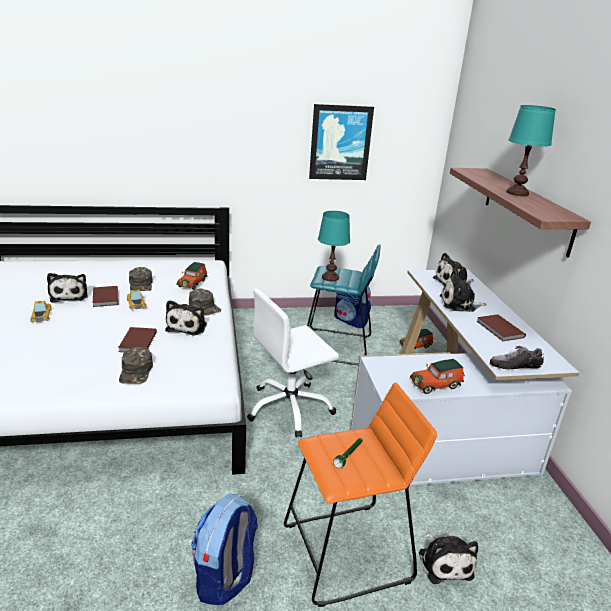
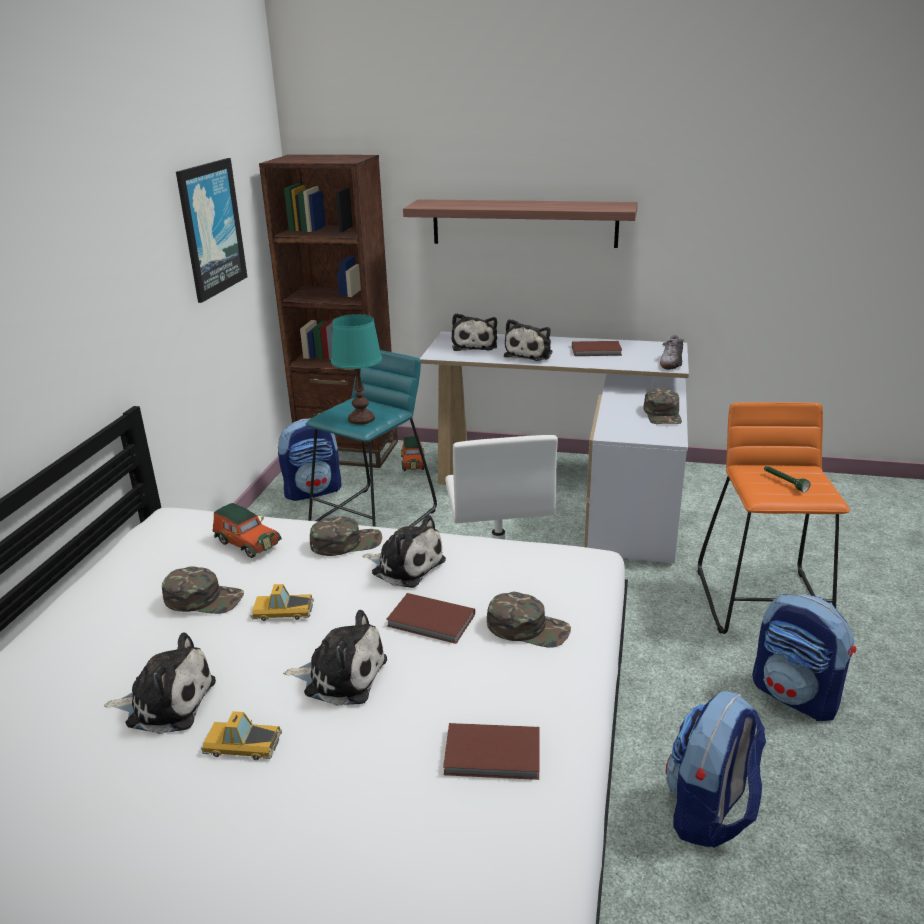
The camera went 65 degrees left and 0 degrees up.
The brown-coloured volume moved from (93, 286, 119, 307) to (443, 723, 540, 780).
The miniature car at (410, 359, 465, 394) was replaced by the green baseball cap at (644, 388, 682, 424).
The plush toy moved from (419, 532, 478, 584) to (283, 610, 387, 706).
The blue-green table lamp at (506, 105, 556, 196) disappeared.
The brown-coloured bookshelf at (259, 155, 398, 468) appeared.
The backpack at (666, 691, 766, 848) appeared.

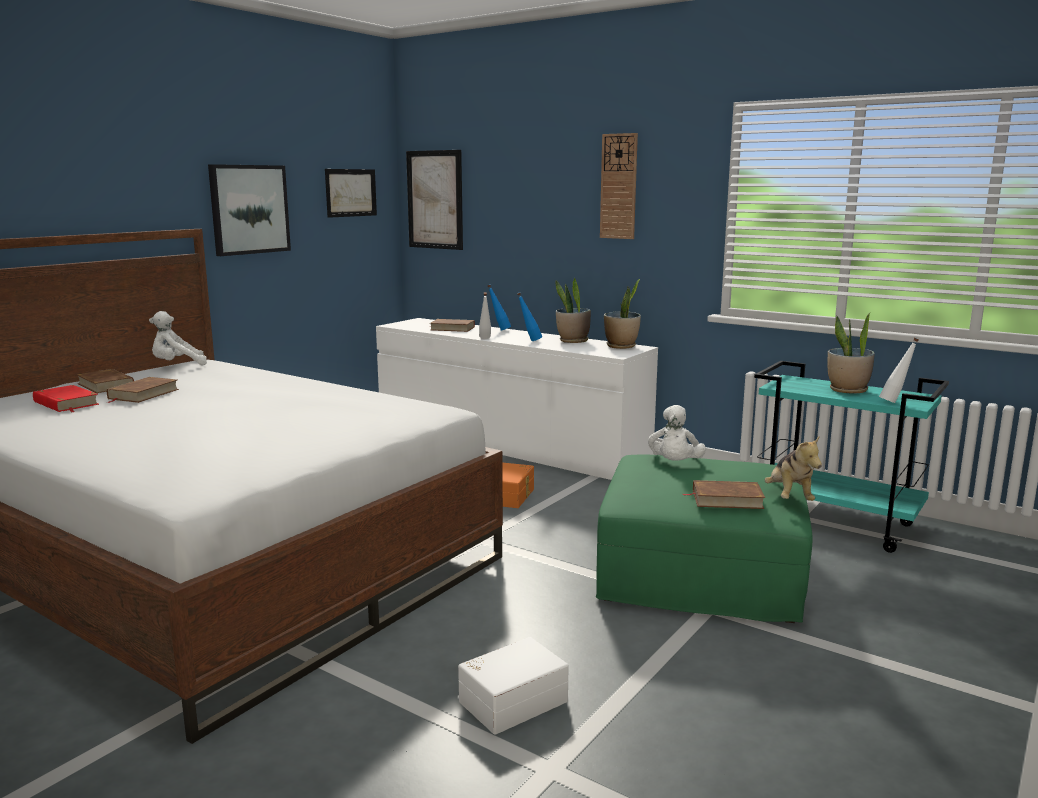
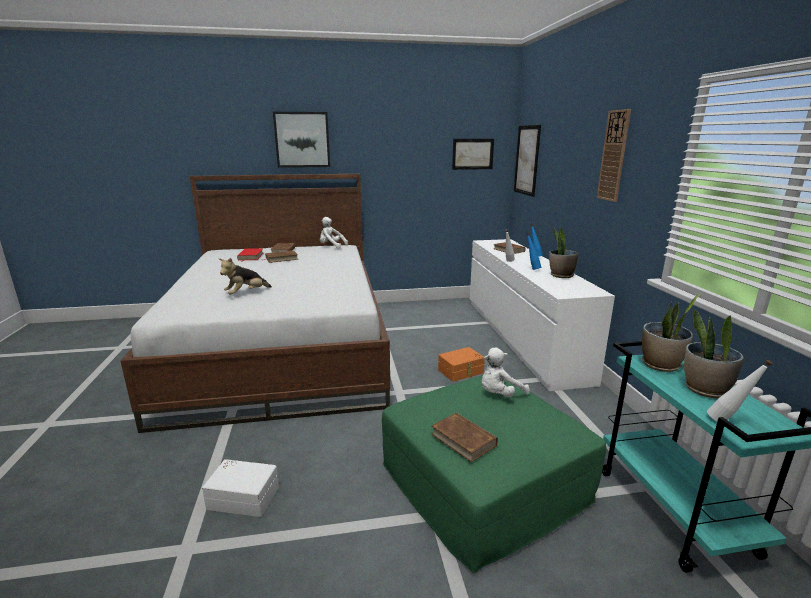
The camera went 45 degrees right and 5 degrees up.
The wall art moved from (208, 164, 291, 256) to (273, 112, 330, 168).
The houseplant moved from (604, 279, 641, 349) to (642, 294, 701, 372).
The plush toy moved from (765, 435, 822, 501) to (218, 258, 272, 295).

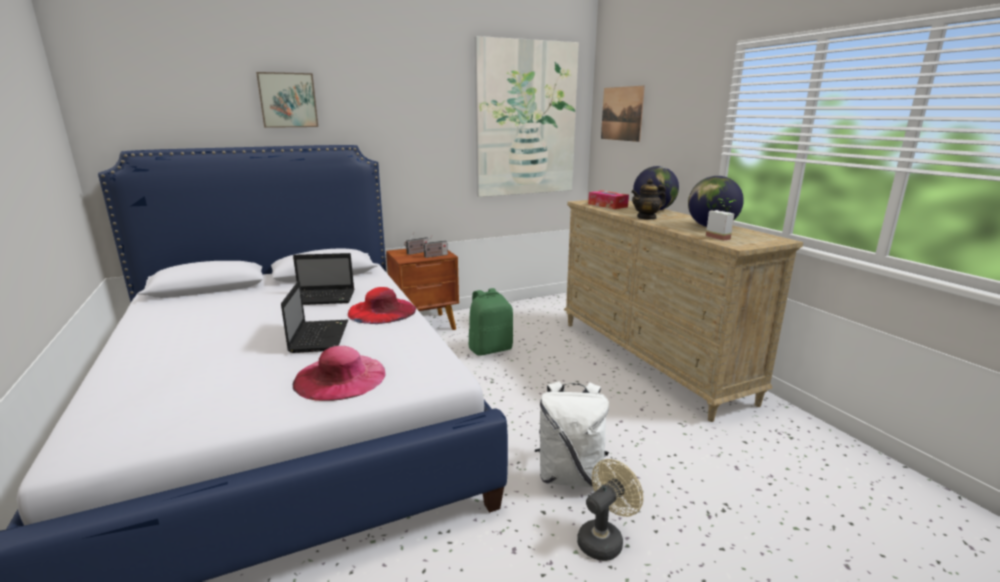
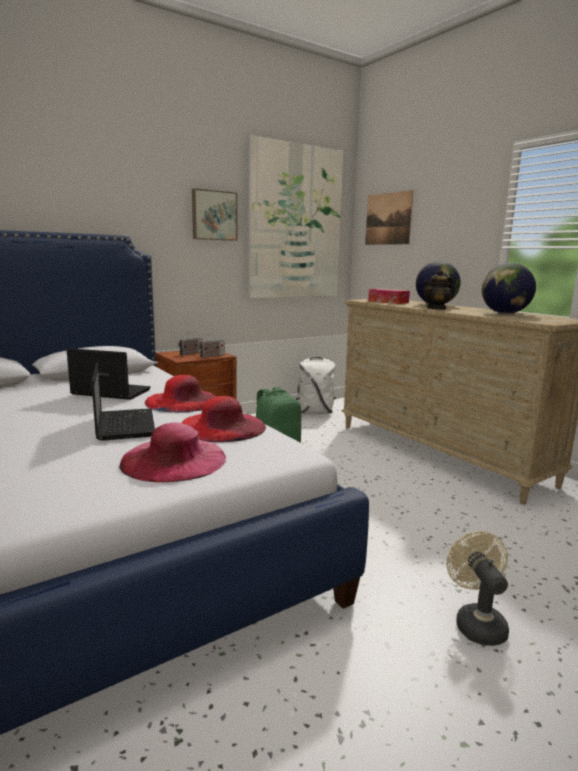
The camera went 10 degrees left and 5 degrees down.
The wall art moved from (256, 72, 318, 128) to (192, 188, 238, 241).
The portable computer at (293, 253, 354, 305) turned 150 degrees counterclockwise.
The white-coloured backpack moved from (535, 381, 609, 487) to (296, 357, 336, 414).
The beige cooling fan at (577, 459, 643, 561) turned 45 degrees counterclockwise.
The houseplant at (706, 198, 737, 241) disappeared.
The reddish hat at (182, 396, 266, 442) appeared.

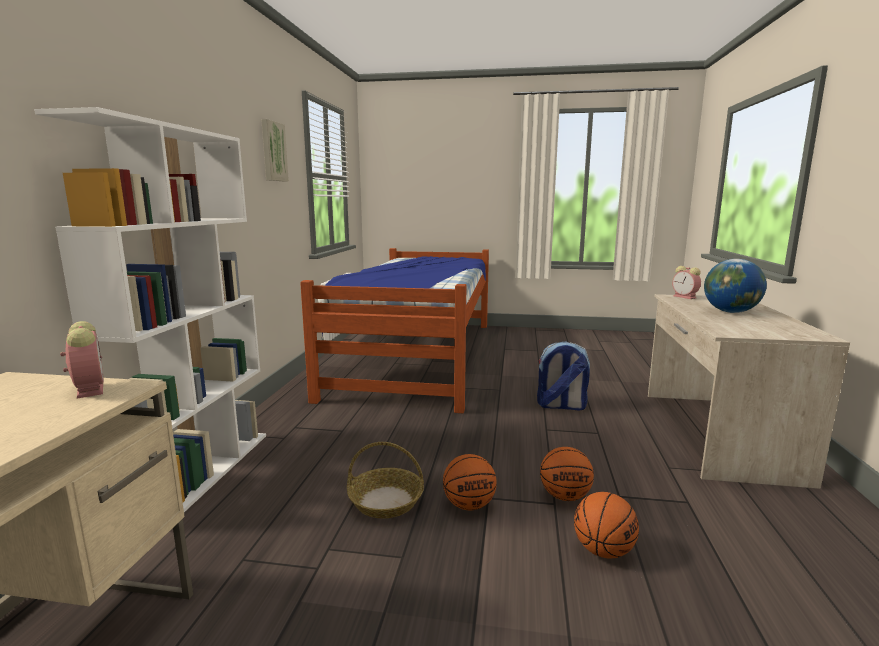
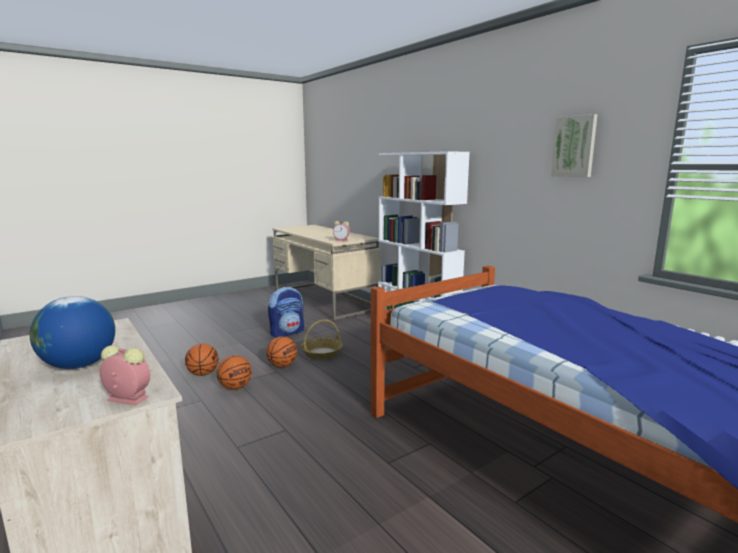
The camera went 135 degrees right and 0 degrees up.
The backpack moved from (537, 341, 590, 411) to (268, 287, 304, 337).

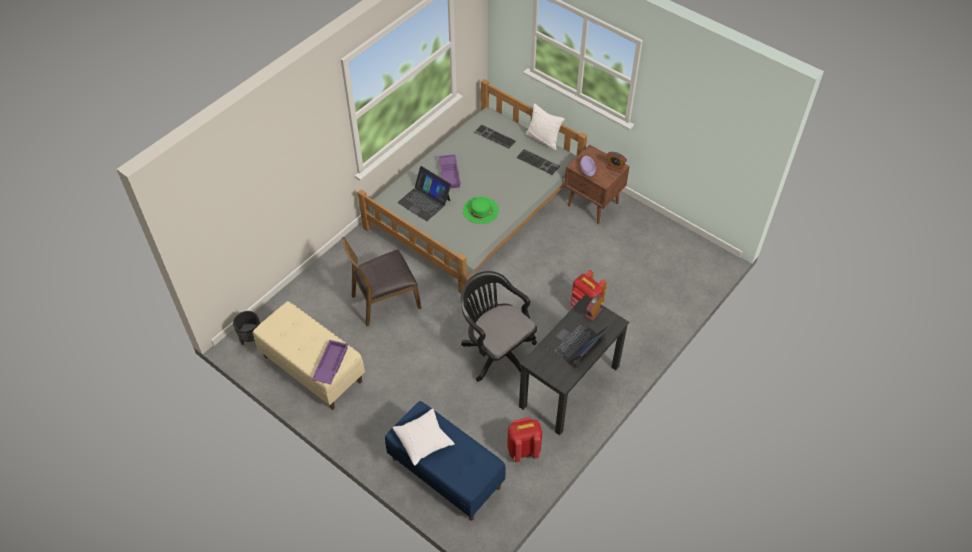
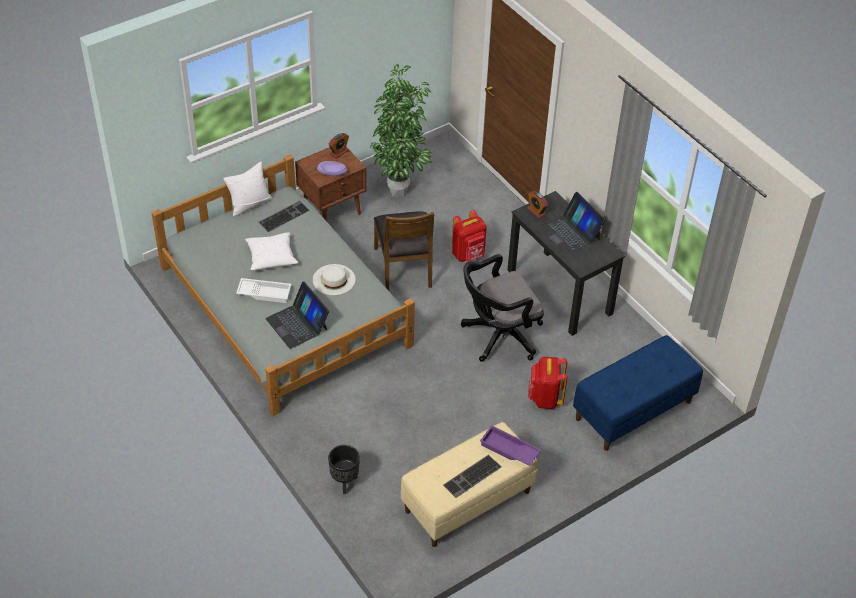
The camera went 75 degrees left and 5 degrees down.
The black planter moved from (233, 311, 260, 345) to (328, 445, 360, 494).
The brown-coloured chair moved from (342, 236, 421, 326) to (374, 212, 434, 291).
The white-coloured cushion moved from (393, 408, 455, 465) to (245, 232, 298, 270).
The portable computer at (398, 166, 451, 221) turned 90 degrees clockwise.
The purple tray at (438, 154, 461, 188) became the white-coloured tray at (236, 278, 291, 303).
The green hat at (463, 197, 499, 224) became the white-coloured hat at (313, 264, 356, 295).
The computer keyboard moved from (474, 125, 516, 149) to (443, 455, 501, 498).
The reddish backpack moved from (507, 417, 542, 462) to (528, 357, 567, 409).
The houseplant at (370, 64, 432, 197) appeared.

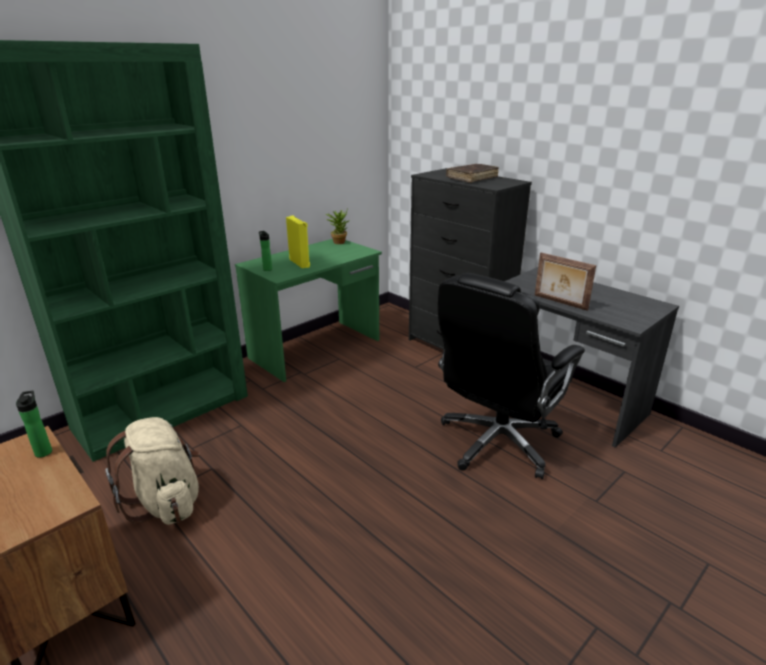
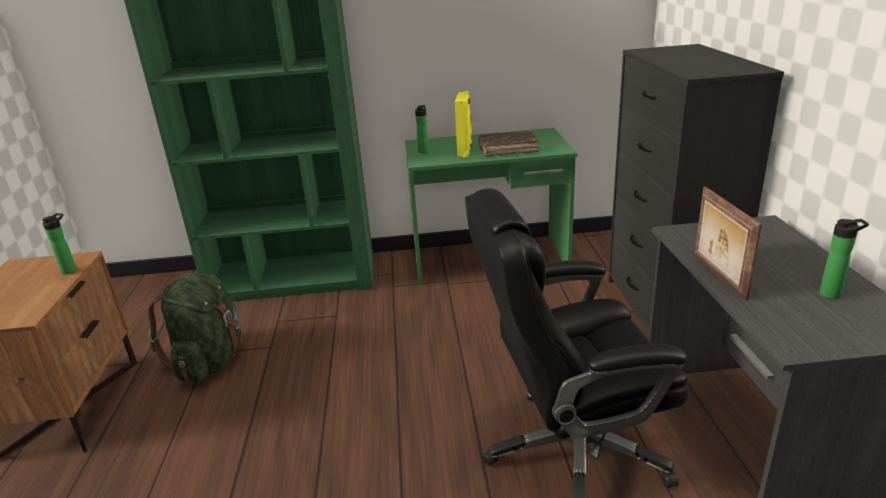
The camera went 40 degrees right and 0 degrees up.
The beige backpack at (105, 417, 200, 525) became the green backpack at (148, 272, 241, 382).
The houseplant at (326, 210, 350, 244) disappeared.
The brown-coloured volume moved from (446, 164, 499, 183) to (478, 131, 539, 156).
The drink bottle at (819, 219, 869, 299) appeared.

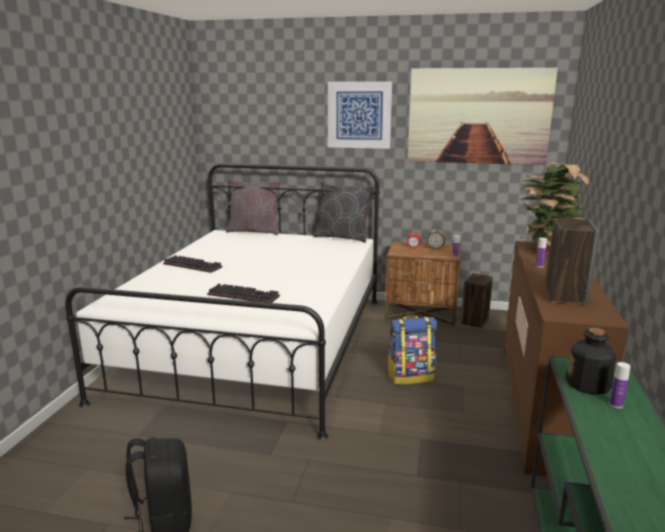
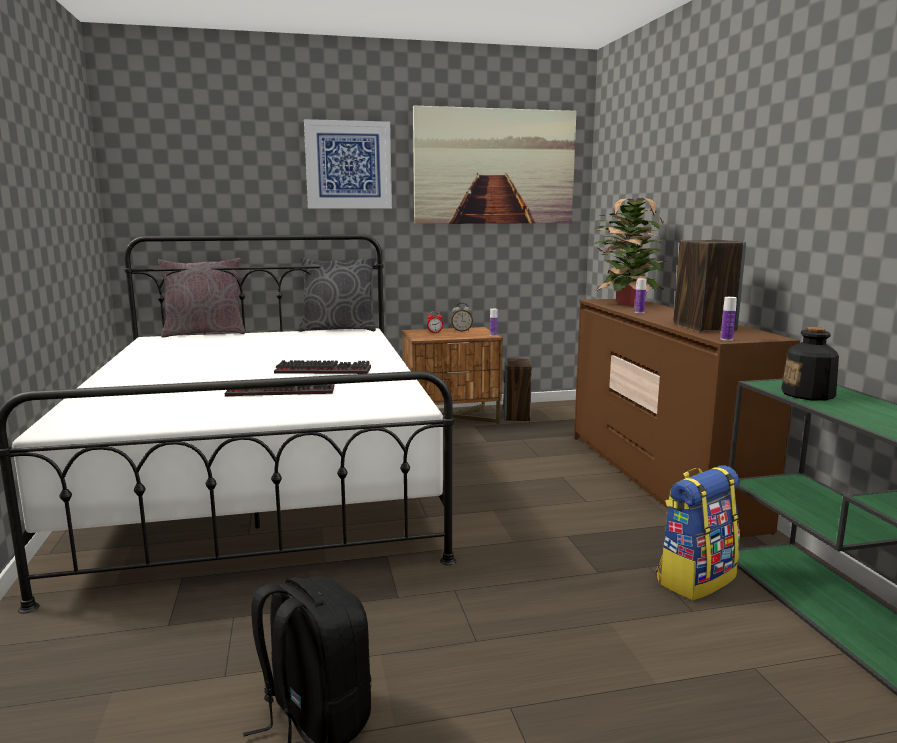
The camera went 25 degrees left and 5 degrees down.
The computer keyboard moved from (163, 255, 222, 273) to (274, 360, 371, 374).
The backpack moved from (387, 315, 437, 385) to (656, 466, 740, 600).
The drink bottle moved from (609, 362, 631, 408) to (720, 297, 737, 341).

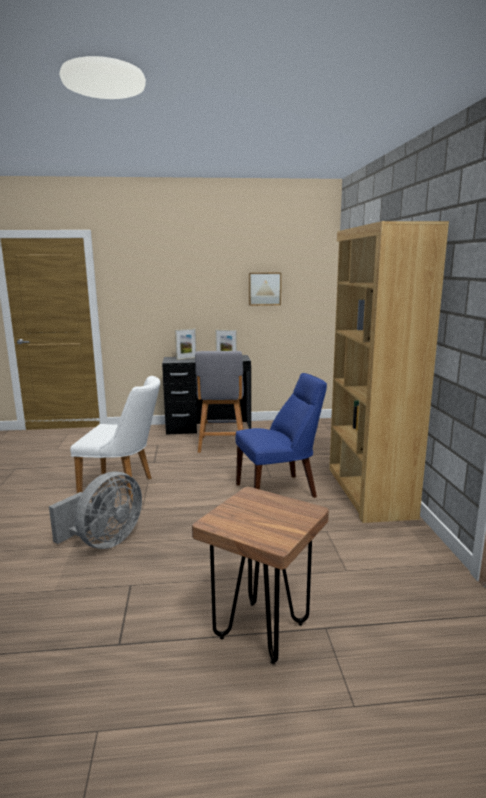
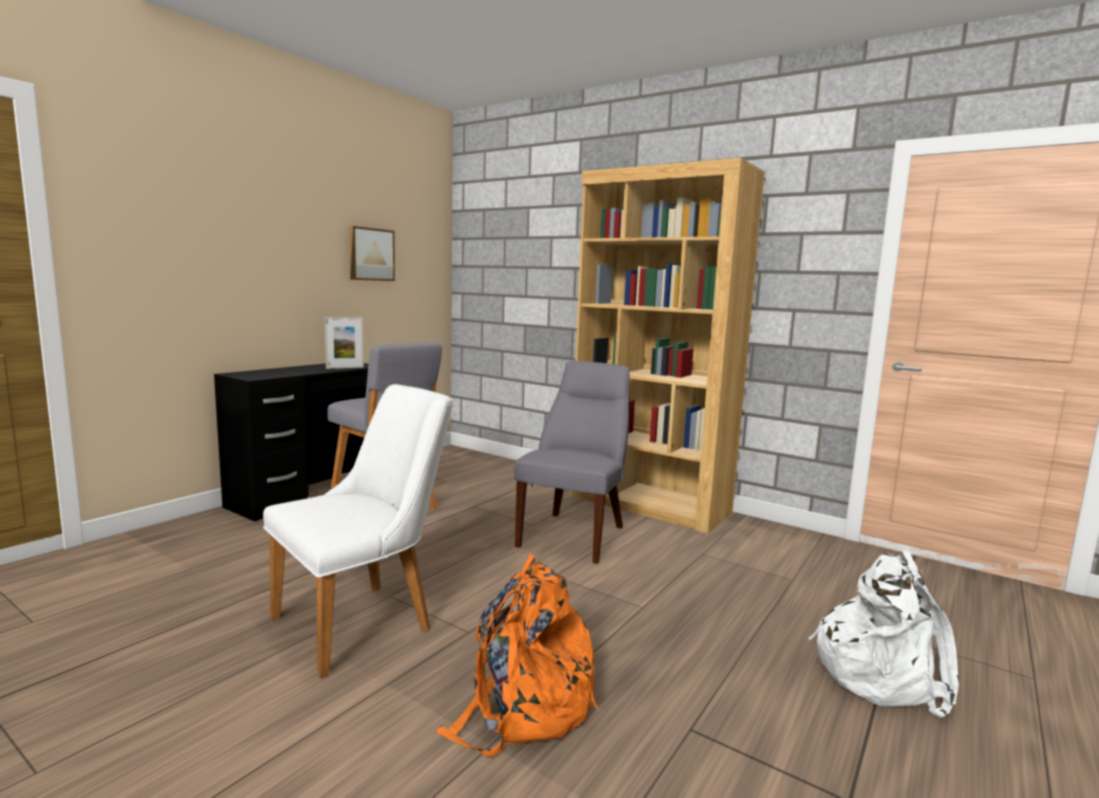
The camera went 50 degrees left and 5 degrees down.
The greyish cooling fan at (49, 471, 142, 549) was replaced by the orange backpack at (436, 553, 598, 757).
The picture frame at (175, 328, 196, 360) disappeared.
The brown-coloured stool seat at (192, 487, 329, 664) was replaced by the white-coloured backpack at (808, 551, 959, 717).
The bluish chair at (235, 373, 327, 498) became the greyish chair at (514, 361, 630, 564).

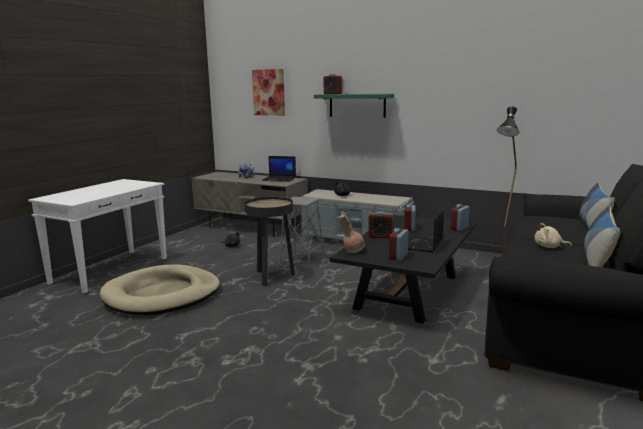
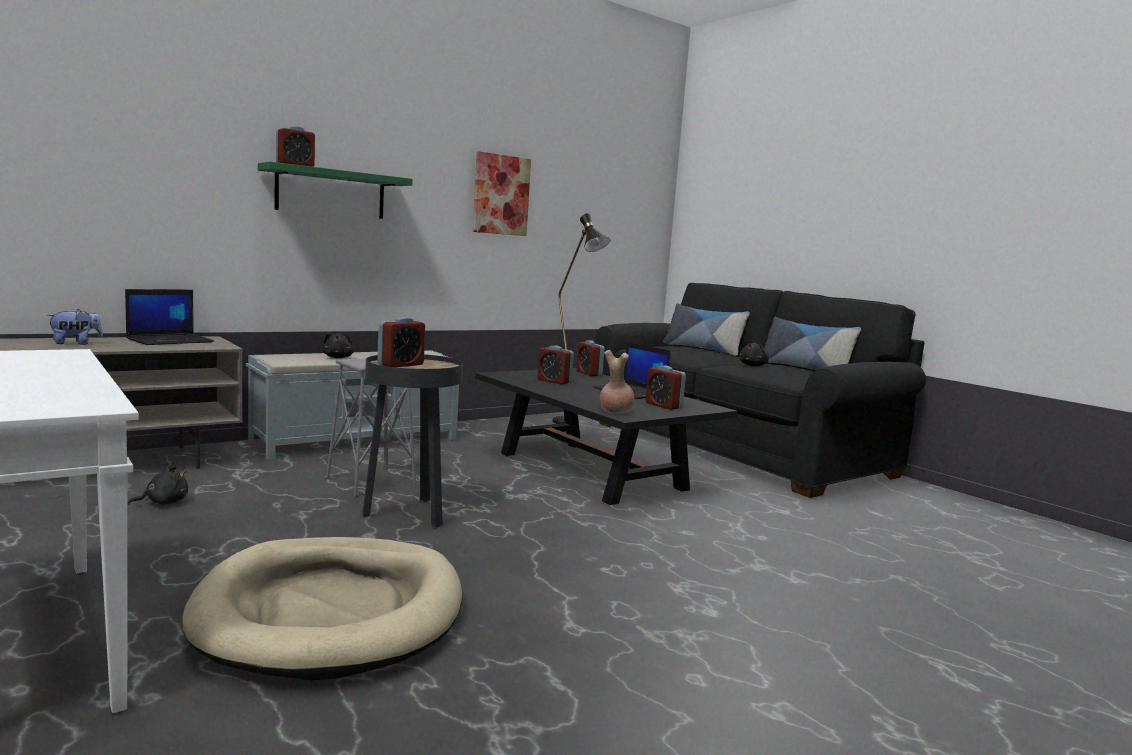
The camera went 65 degrees left and 5 degrees down.
The wall art moved from (252, 69, 285, 116) to (473, 151, 531, 236).
The table clock moved from (368, 212, 393, 238) to (377, 317, 425, 367).
The beige plush toy at (534, 223, 572, 248) became the black plush toy at (739, 341, 769, 366).

